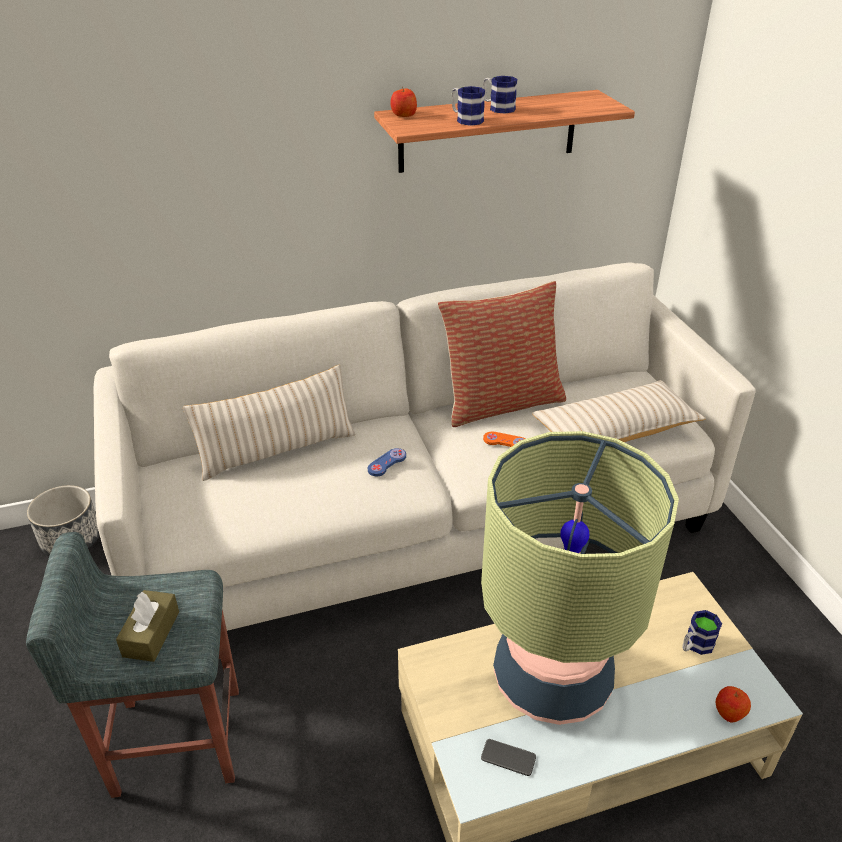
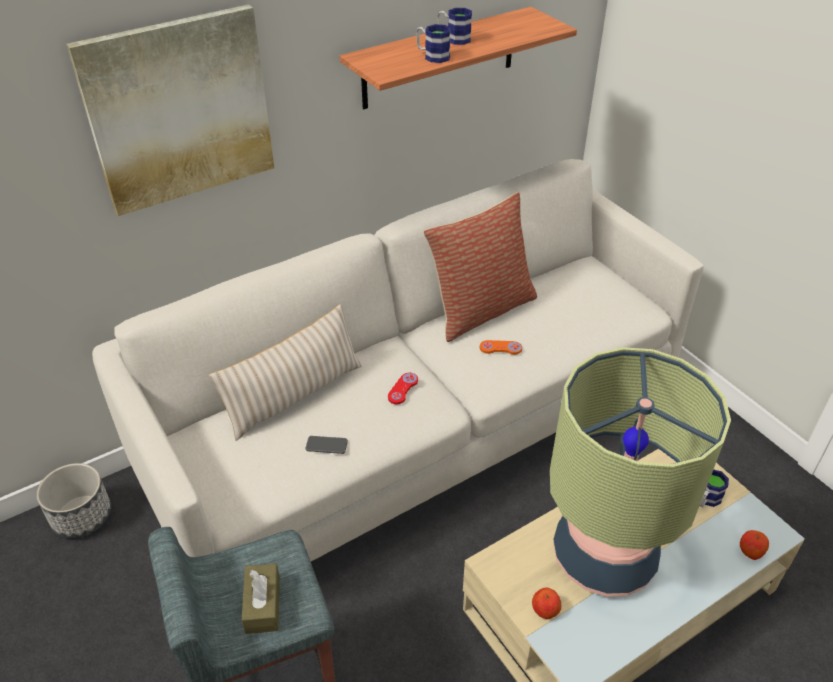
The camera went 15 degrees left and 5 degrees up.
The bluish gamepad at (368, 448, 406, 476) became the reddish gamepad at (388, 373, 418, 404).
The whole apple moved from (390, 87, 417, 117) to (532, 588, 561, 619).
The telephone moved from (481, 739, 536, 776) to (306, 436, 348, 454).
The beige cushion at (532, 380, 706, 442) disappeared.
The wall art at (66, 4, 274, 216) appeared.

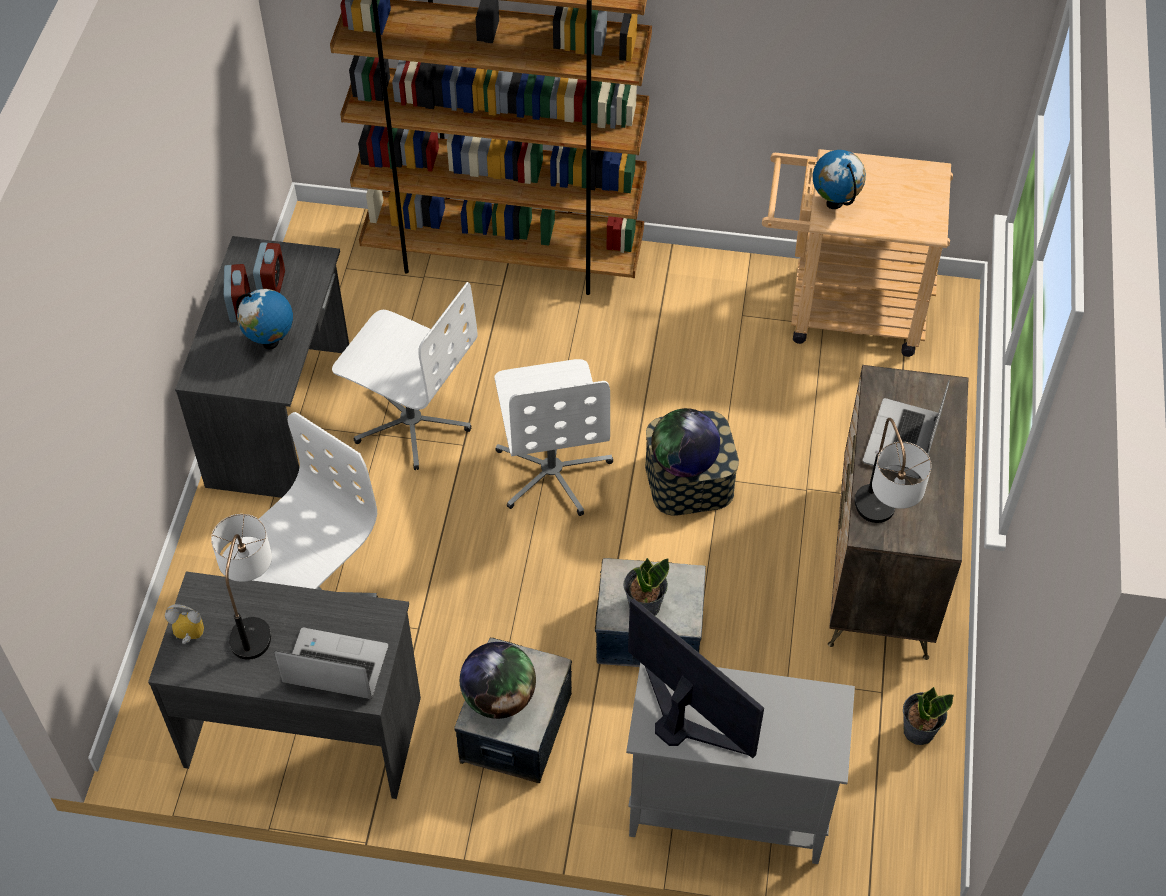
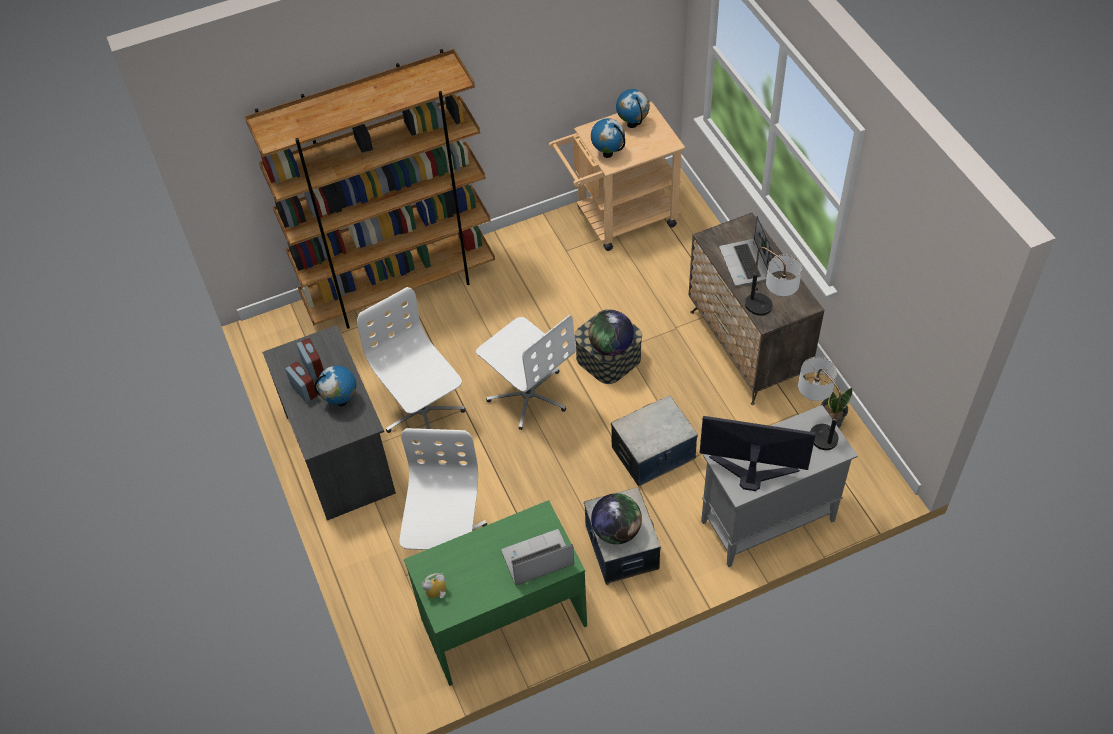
The camera went 30 degrees left and 0 degrees up.
The greyish desk unit at (148, 571, 421, 799) became the green desk unit at (404, 500, 587, 686).
The table lamp moved from (211, 514, 272, 660) to (798, 357, 841, 450).
The white-coloured office chair at (332, 282, 478, 470) turned 120 degrees counterclockwise.
The houseplant at (623, 558, 669, 616) disappeared.
The desk globe at (616, 89, 650, 128) appeared.

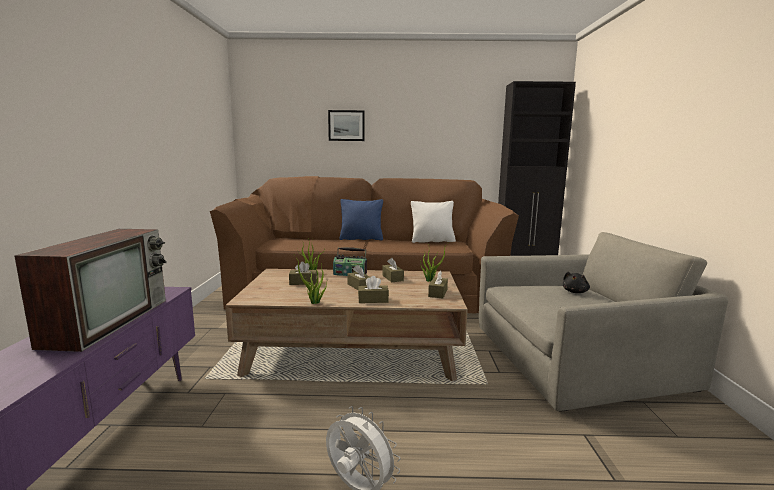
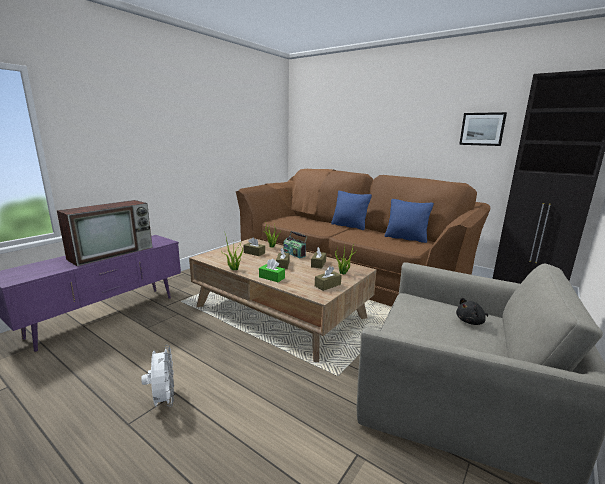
The camera went 35 degrees right and 5 degrees up.
The wall art moved from (328, 110, 365, 141) to (459, 112, 507, 146).
The brown-coloured box of tissues at (358, 276, 389, 303) became the green box of tissues at (259, 259, 285, 282).
The white-coloured cushion at (411, 201, 456, 243) became the bluish cushion at (385, 199, 434, 243).

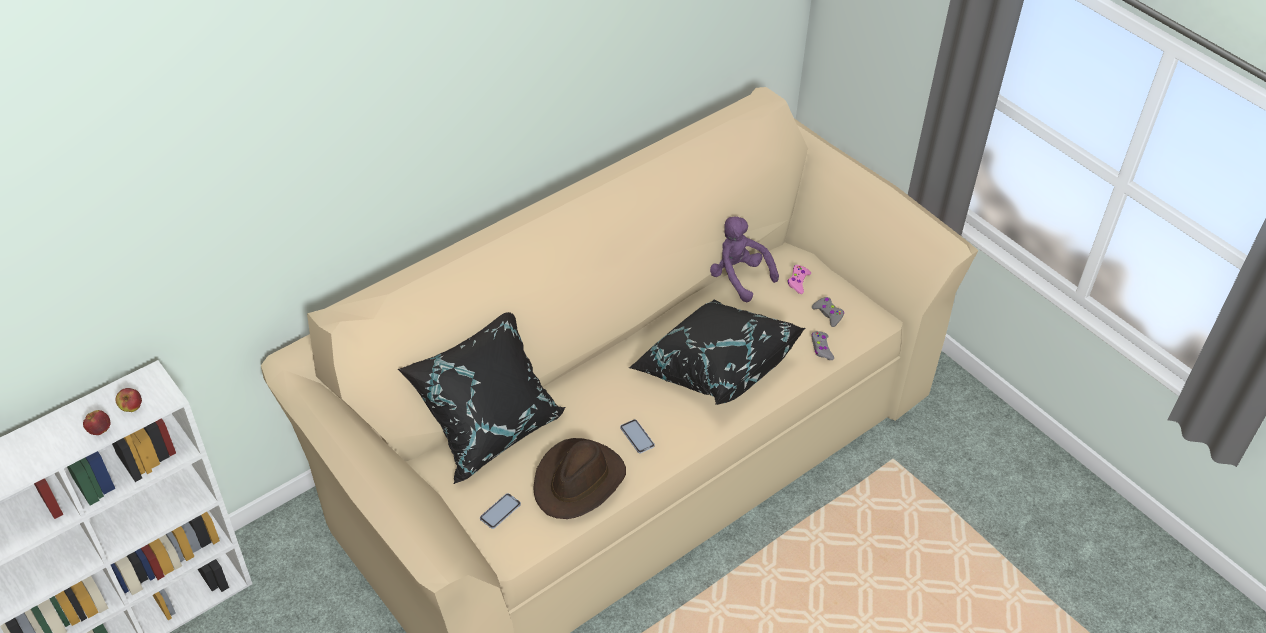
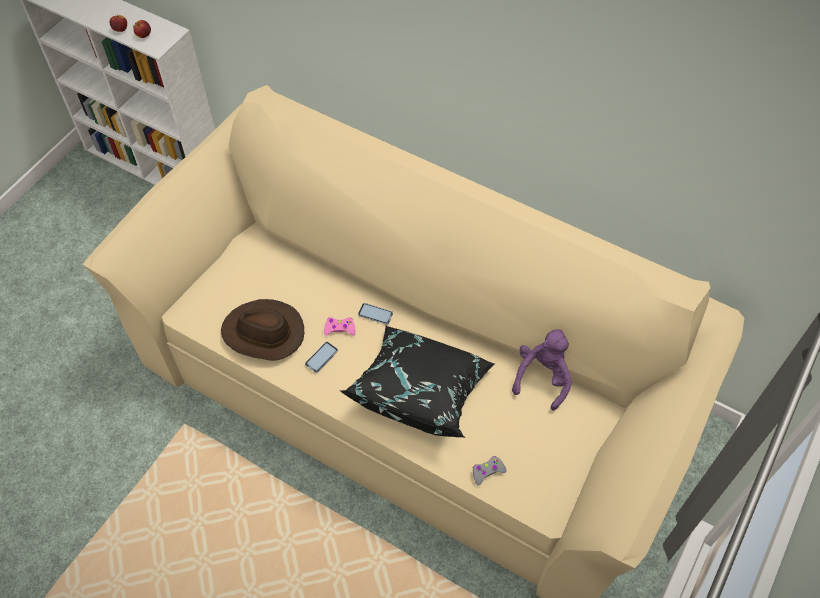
The camera went 70 degrees right and 10 degrees up.
The black cushion at (398, 312, 566, 484) disappeared.
The telephone moved from (480, 493, 521, 529) to (358, 303, 393, 325).
The pinkish gamepad moved from (787, 265, 811, 294) to (324, 317, 356, 336).
The greyish gamepad at (812, 297, 844, 327) disappeared.

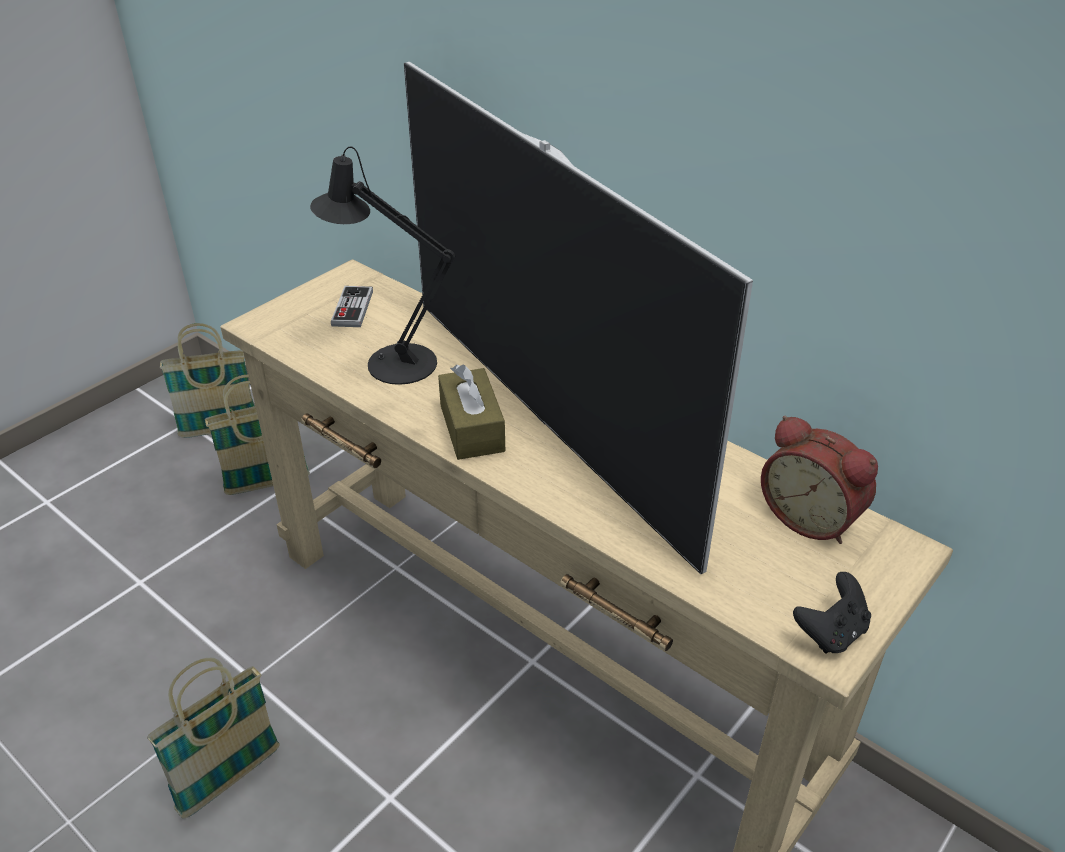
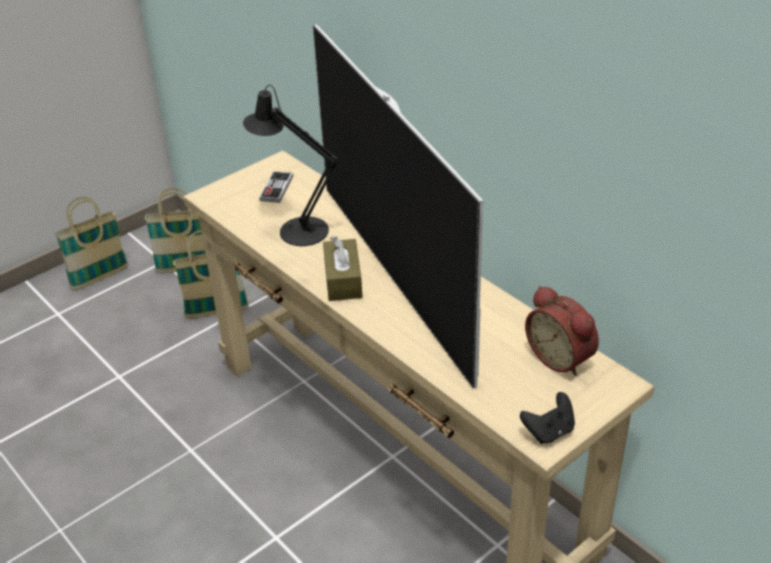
The camera went 10 degrees right and 0 degrees up.
The storage basket moved from (147, 658, 280, 819) to (55, 197, 128, 291).

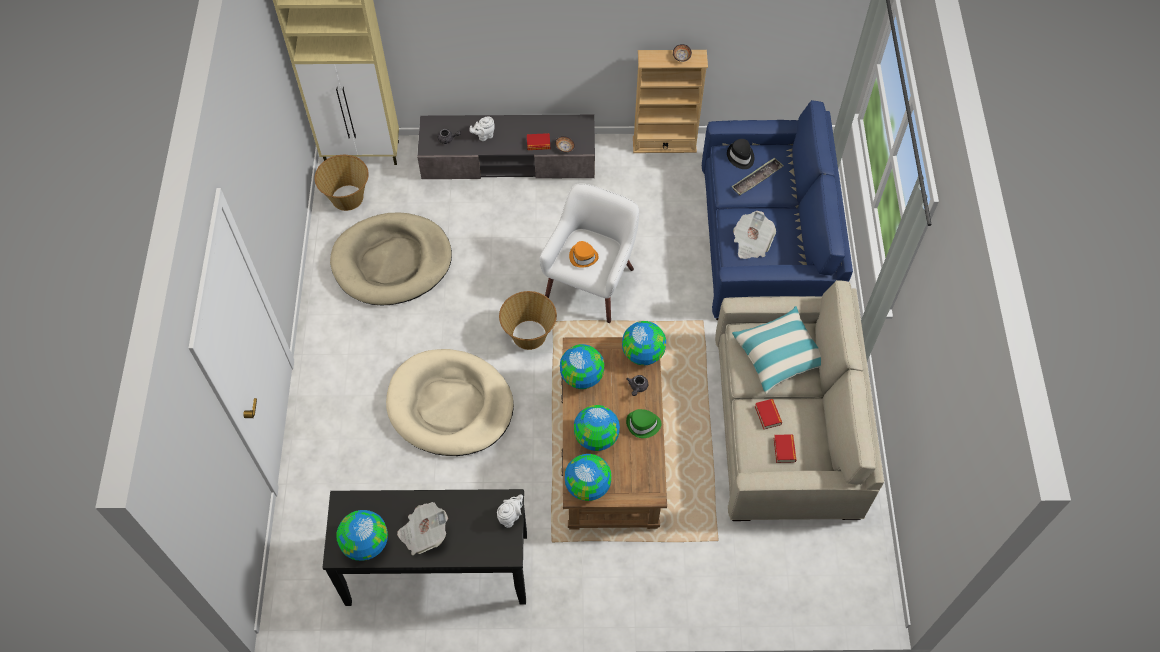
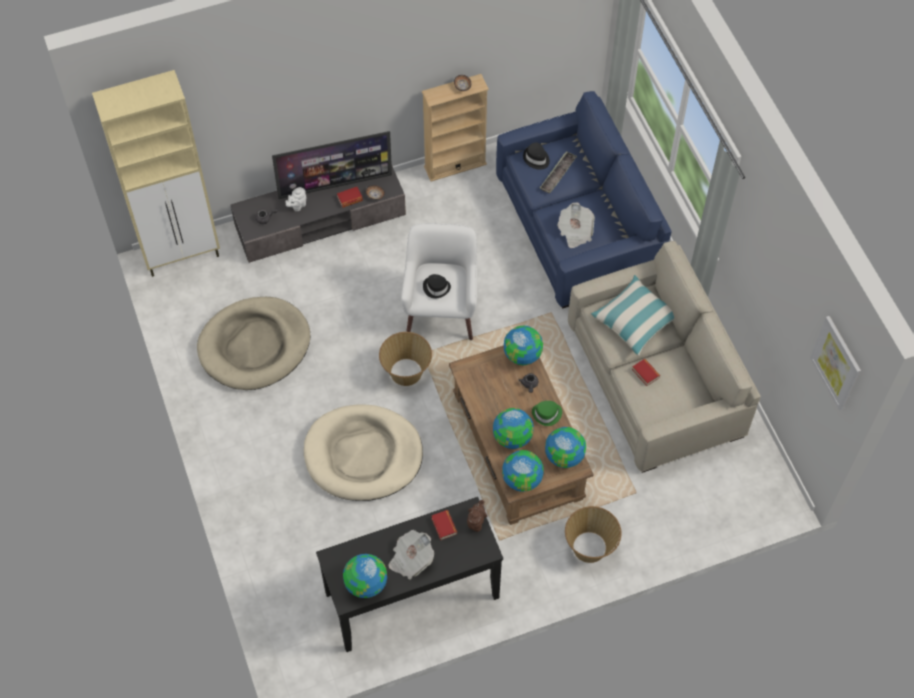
The camera went 20 degrees left and 0 degrees up.
The storage basket moved from (315, 155, 369, 211) to (565, 506, 621, 563).
The white-coloured pot for tea at (497, 494, 523, 528) became the brown-coloured pot for tea at (467, 500, 487, 532).
The desk globe moved from (560, 344, 604, 389) to (545, 427, 586, 468).
The orange hat at (569, 241, 599, 268) became the black hat at (423, 274, 451, 298).
The volume moved from (774, 434, 796, 463) to (431, 510, 457, 540).
The TV set at (272, 131, 392, 199) appeared.
The wall art at (810, 316, 861, 411) appeared.

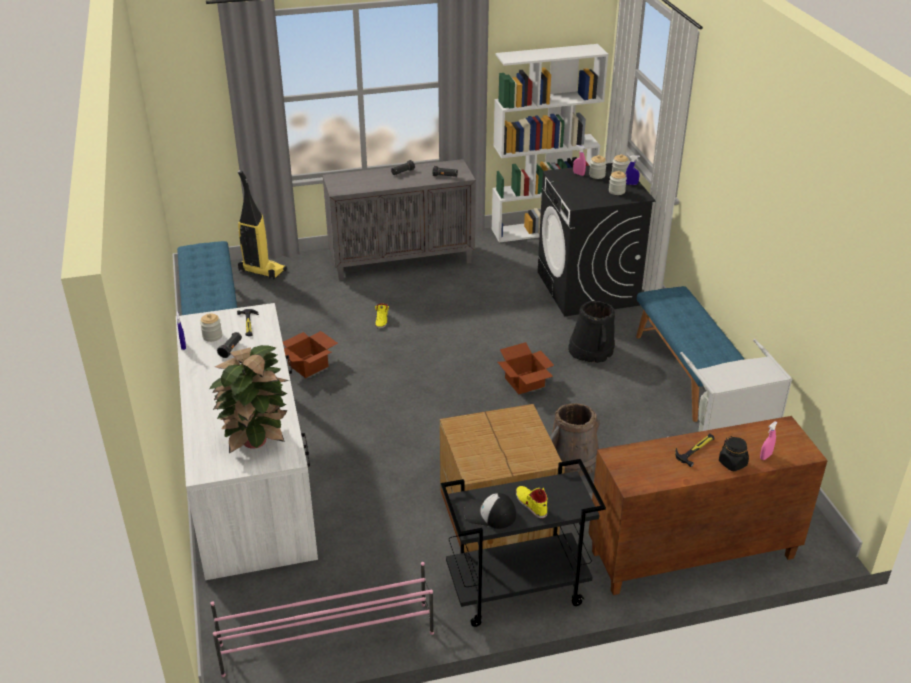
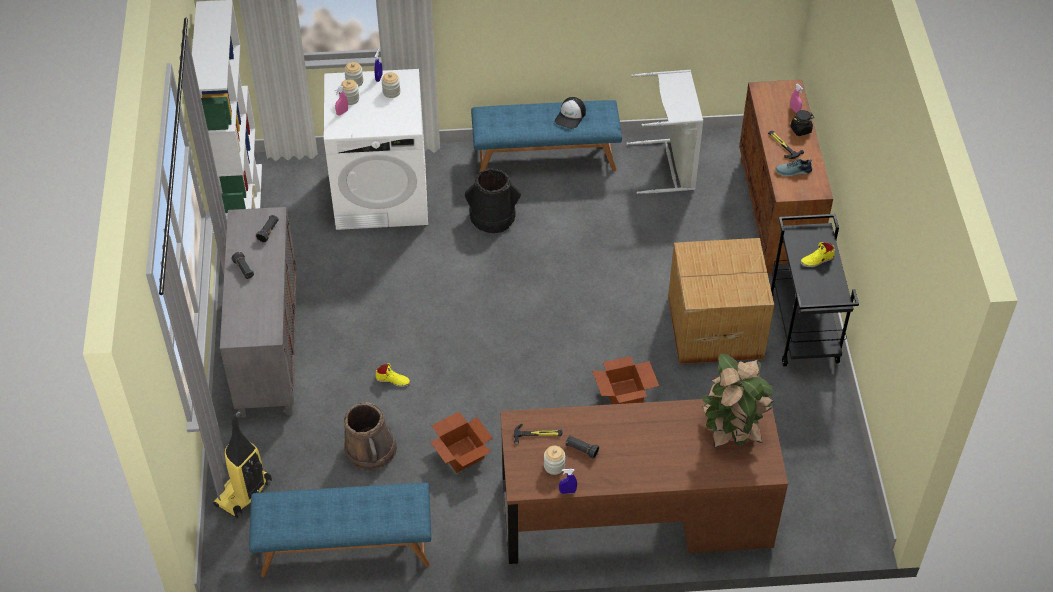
The camera went 80 degrees left and 15 degrees up.
The white-coloured desk unit at (176, 303, 318, 580) became the brown-coloured desk unit at (500, 397, 788, 564).
The pinkish shoe stand at (210, 562, 434, 677) disappeared.
The baseball cap moved from (464, 493, 516, 529) to (555, 97, 586, 129).
The packing box moved from (498, 342, 554, 394) to (592, 356, 659, 404).
The black laundry machine at (538, 163, 656, 316) became the white-coloured laundry machine at (324, 69, 428, 230).
The brown-coloured water bucket moved from (550, 403, 600, 476) to (344, 402, 397, 471).
The shoe at (776, 159, 812, 177) appeared.

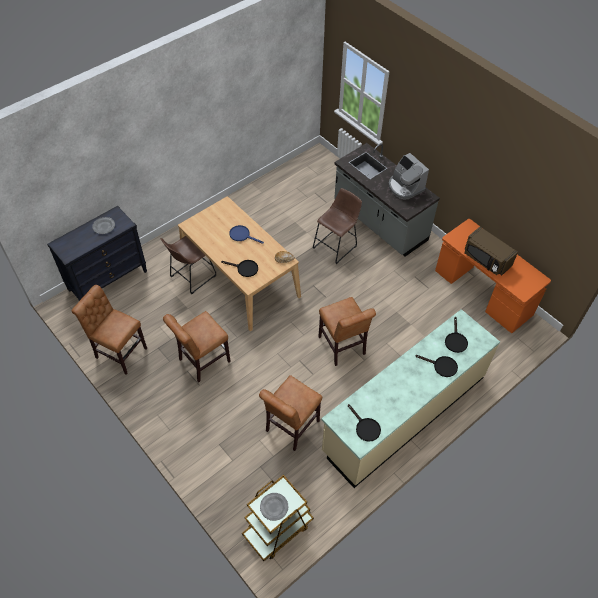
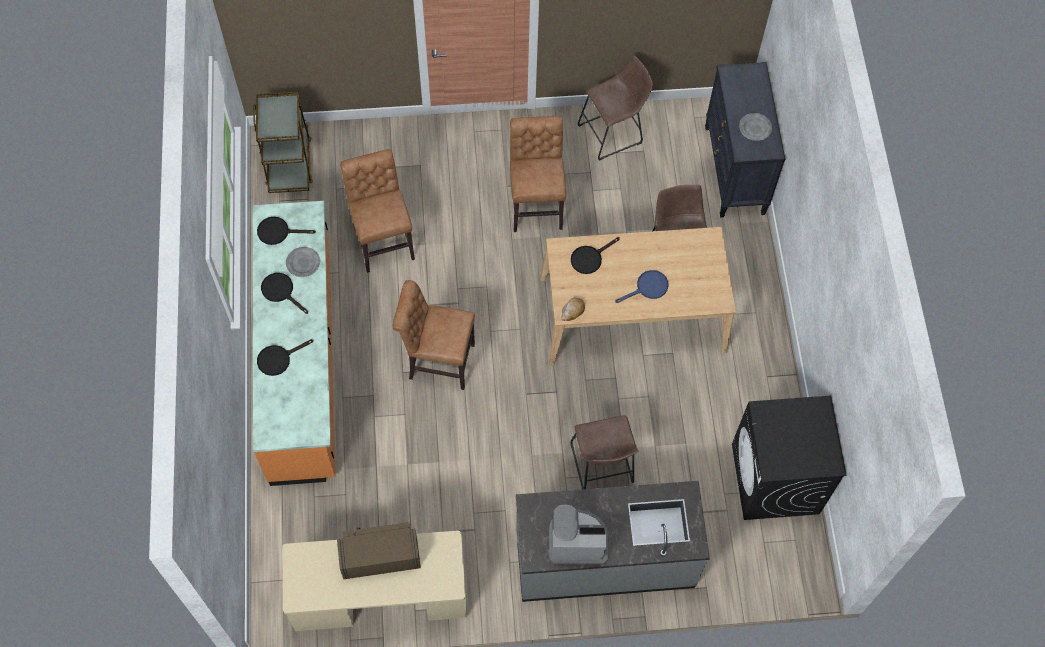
The camera went 125 degrees right and 10 degrees up.
The brown-coloured chair at (72, 285, 147, 375) was replaced by the brown-coloured stool seat at (578, 56, 653, 161).
The greyish dinner plate moved from (260, 493, 289, 521) to (286, 247, 320, 277).
The beige counter at (321, 309, 500, 488) became the orange counter at (253, 201, 335, 486).
The orange desk unit at (435, 219, 551, 333) became the beige desk unit at (282, 531, 467, 631).
The black pan moved from (445, 317, 468, 353) to (261, 273, 308, 314).
The black laundry machine at (732, 395, 847, 520) appeared.

